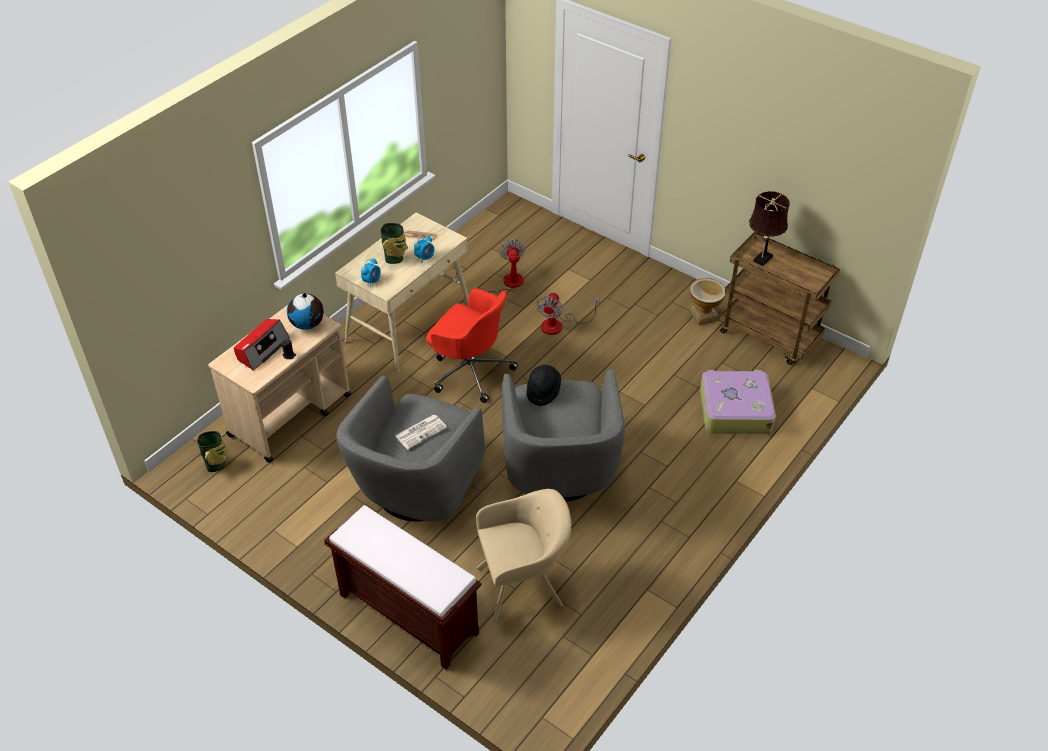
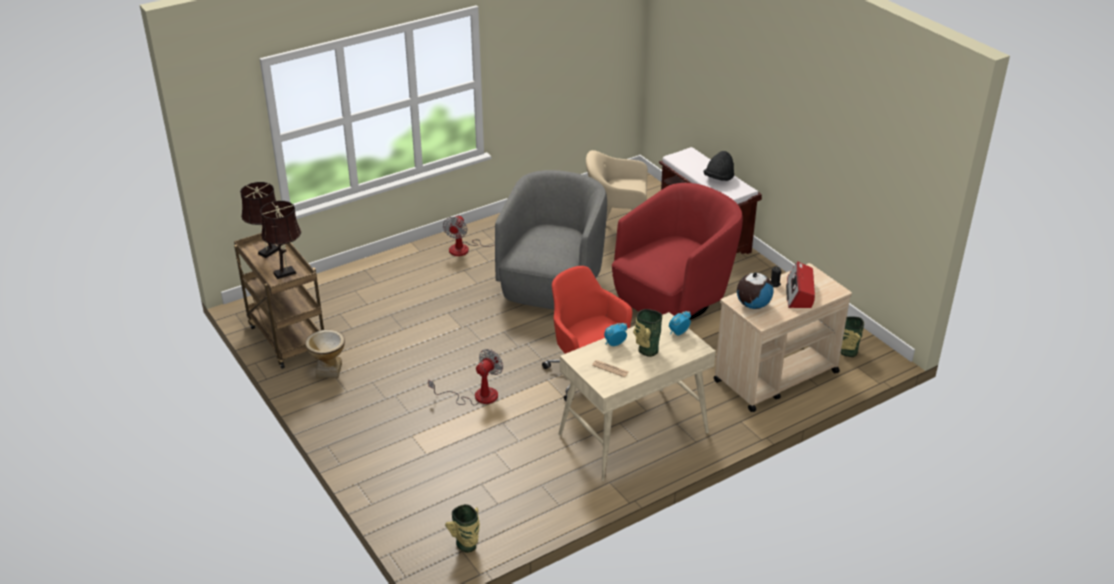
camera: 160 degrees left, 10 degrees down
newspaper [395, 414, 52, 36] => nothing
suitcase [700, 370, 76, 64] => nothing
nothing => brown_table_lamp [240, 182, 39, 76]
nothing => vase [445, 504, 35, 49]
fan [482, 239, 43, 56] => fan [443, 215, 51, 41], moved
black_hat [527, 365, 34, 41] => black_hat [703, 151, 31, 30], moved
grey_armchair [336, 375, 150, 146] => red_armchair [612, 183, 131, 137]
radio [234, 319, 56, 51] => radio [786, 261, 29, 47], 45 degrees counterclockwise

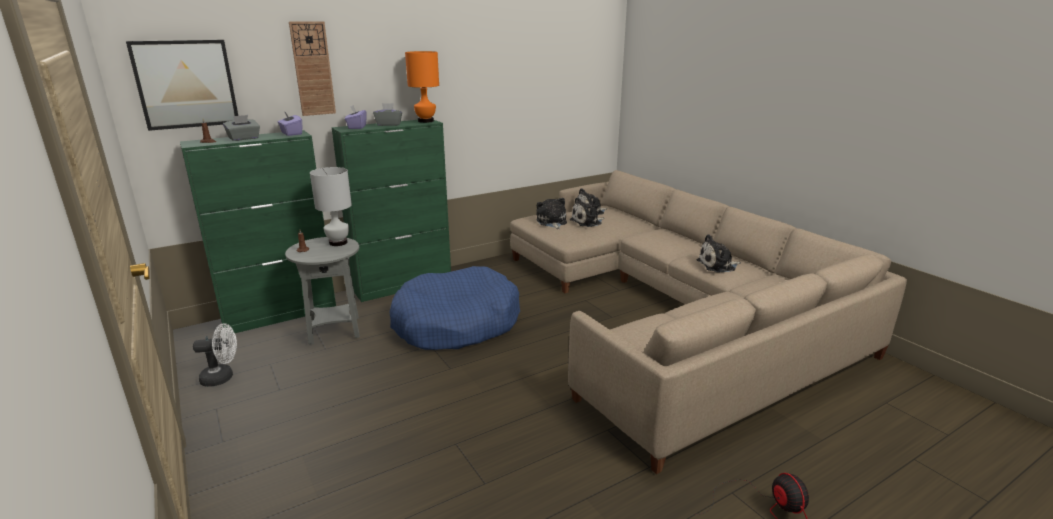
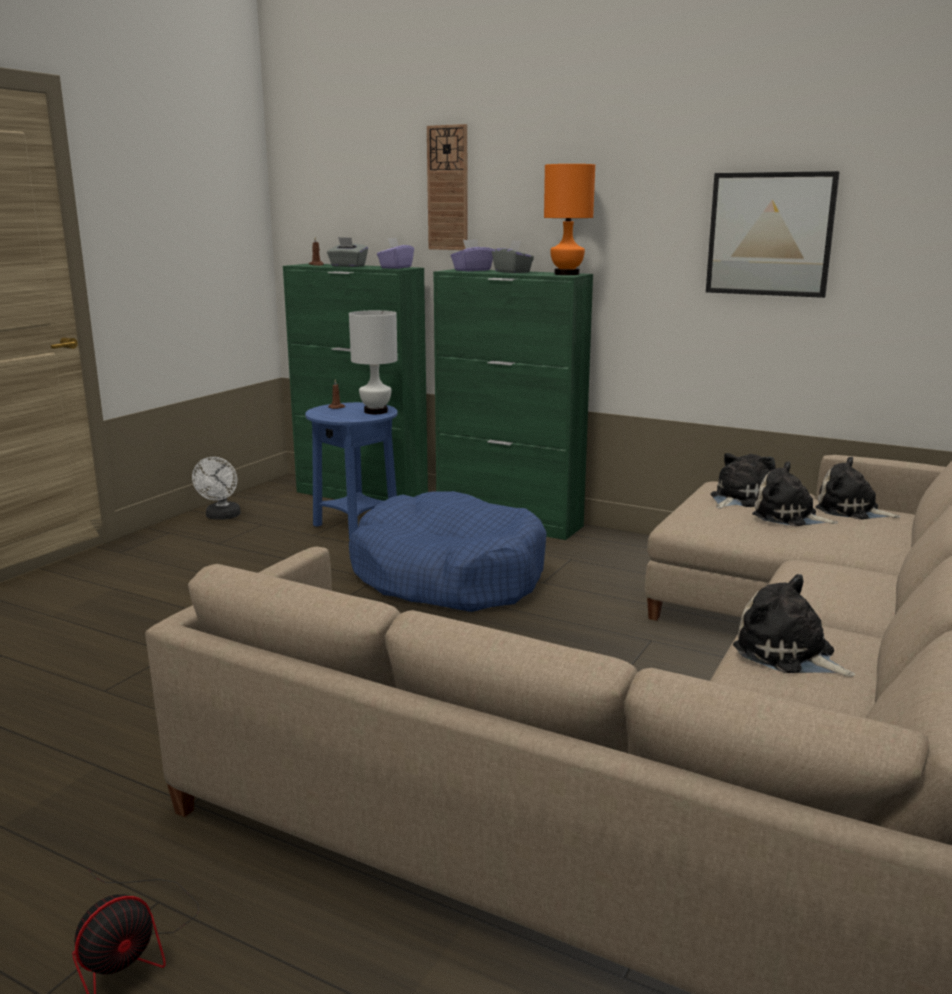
camera: 60 degrees right, 5 degrees down
picture [126, 40, 112, 91] => picture [706, 171, 134, 127], moved
grey_side_table [285, 237, 75, 108] => blue_side_table [305, 402, 93, 137]
white_fan [193, 324, 44, 63] => white_fan [192, 457, 49, 63], 45 degrees clockwise

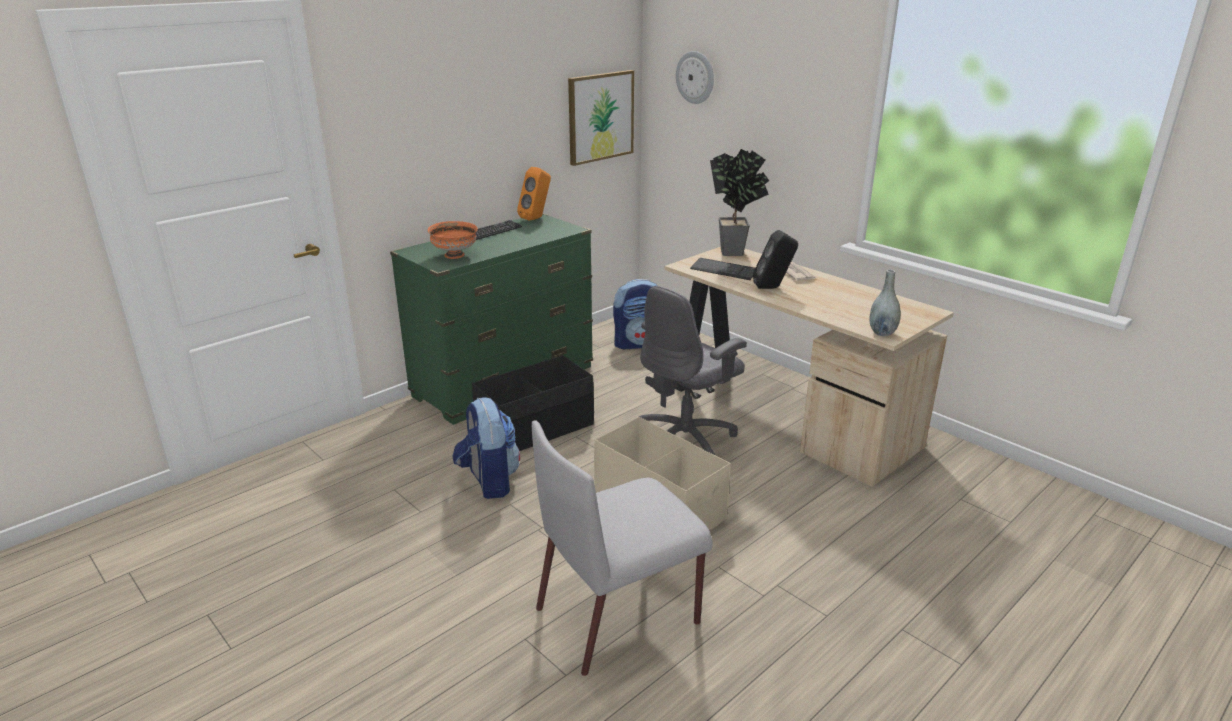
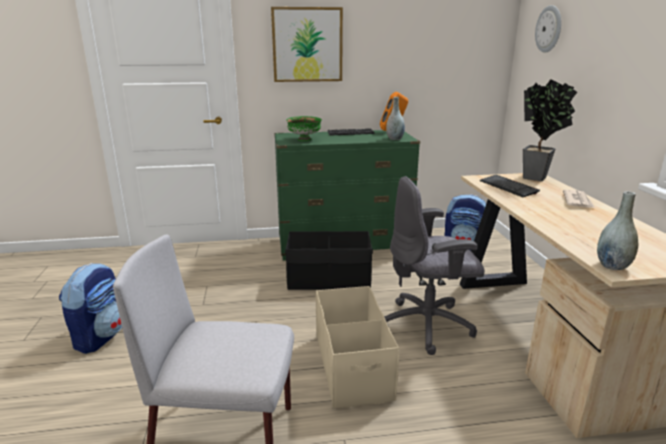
camera: 35 degrees right, 5 degrees down
black_speaker [753, 230, 45, 59] => nothing
nothing => grey_vase [386, 97, 19, 43]
backpack [452, 397, 68, 102] => backpack [59, 263, 63, 91], moved
picture [568, 70, 66, 96] => picture [271, 7, 72, 75], moved
orange_bowl [428, 221, 50, 38] => green_bowl [286, 116, 36, 25]

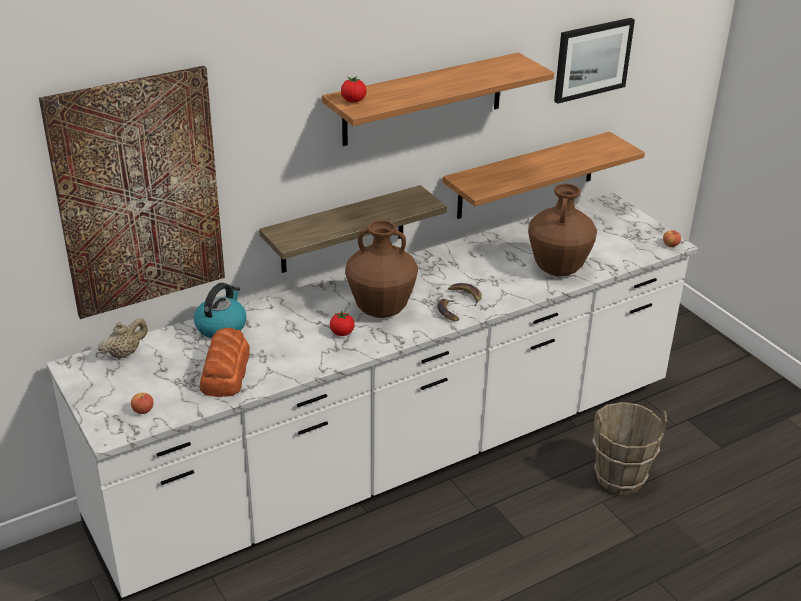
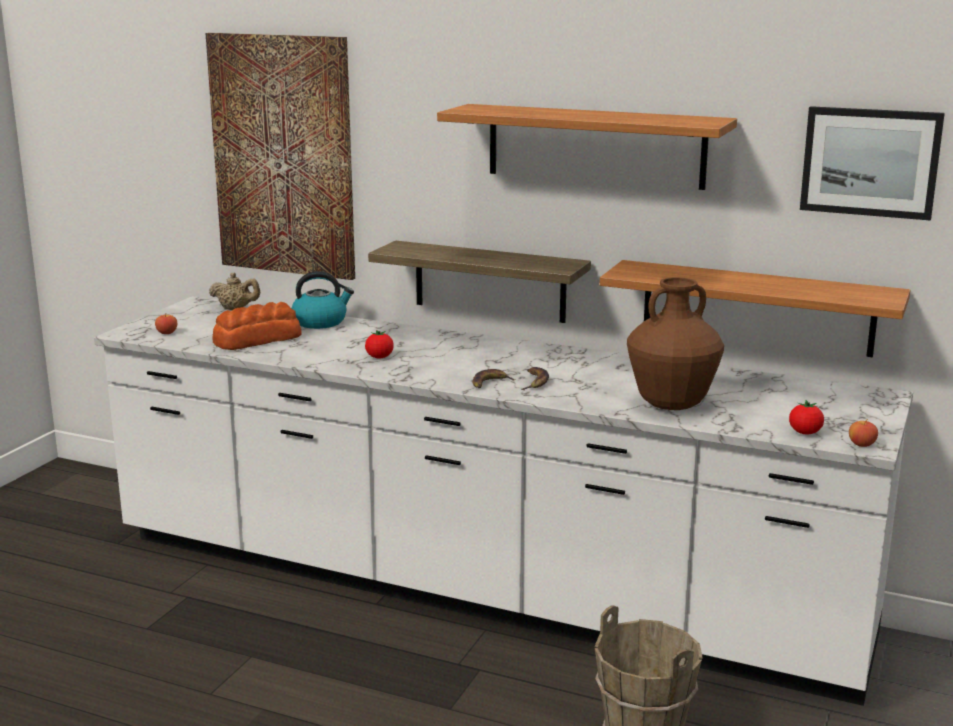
camera: 55 degrees right, 15 degrees down
brown_vase [345, 220, 73, 98] => nothing
tomato [341, 76, 26, 27] => tomato [789, 400, 35, 35], moved

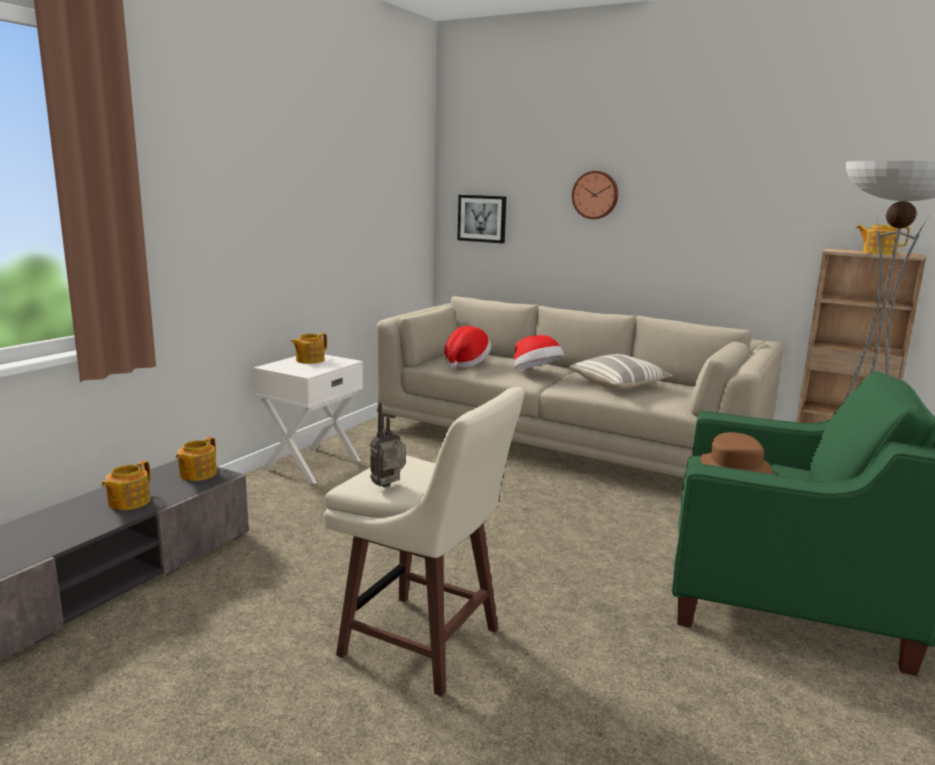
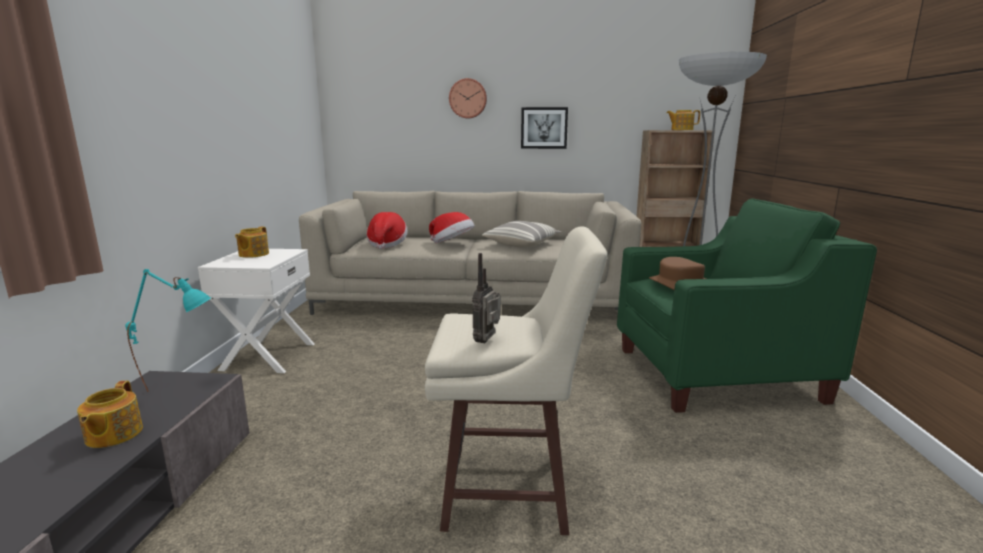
camera: 25 degrees left, 0 degrees up
picture [458, 195, 49, 48] => picture [521, 107, 47, 42], moved
teapot [176, 437, 41, 44] => turquoise_table_lamp [125, 269, 86, 123]

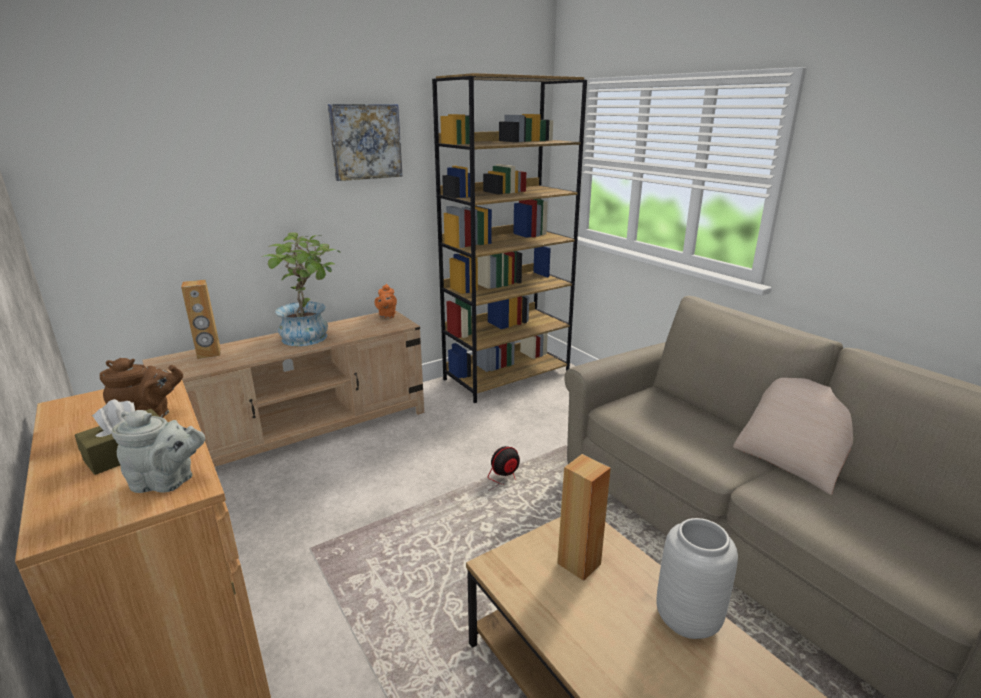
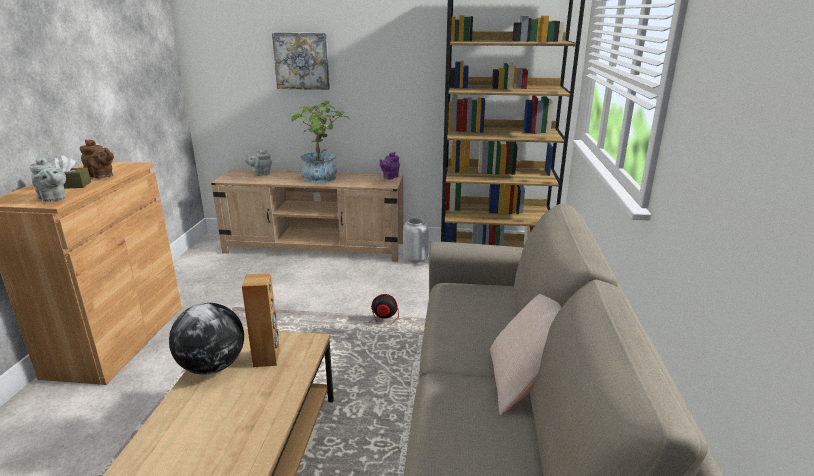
camera: 40 degrees right, 0 degrees up
nothing => globe [169, 303, 75, 71]
picture [328, 104, 74, 77] => picture [272, 33, 58, 57], moved
grey_vase [656, 518, 82, 121] => grey_vase [403, 218, 26, 46], moved
brown_speaker [181, 280, 40, 79] => grey_teapot [244, 150, 28, 26]
orange_teapot [375, 284, 22, 34] => purple_teapot [379, 152, 21, 27]

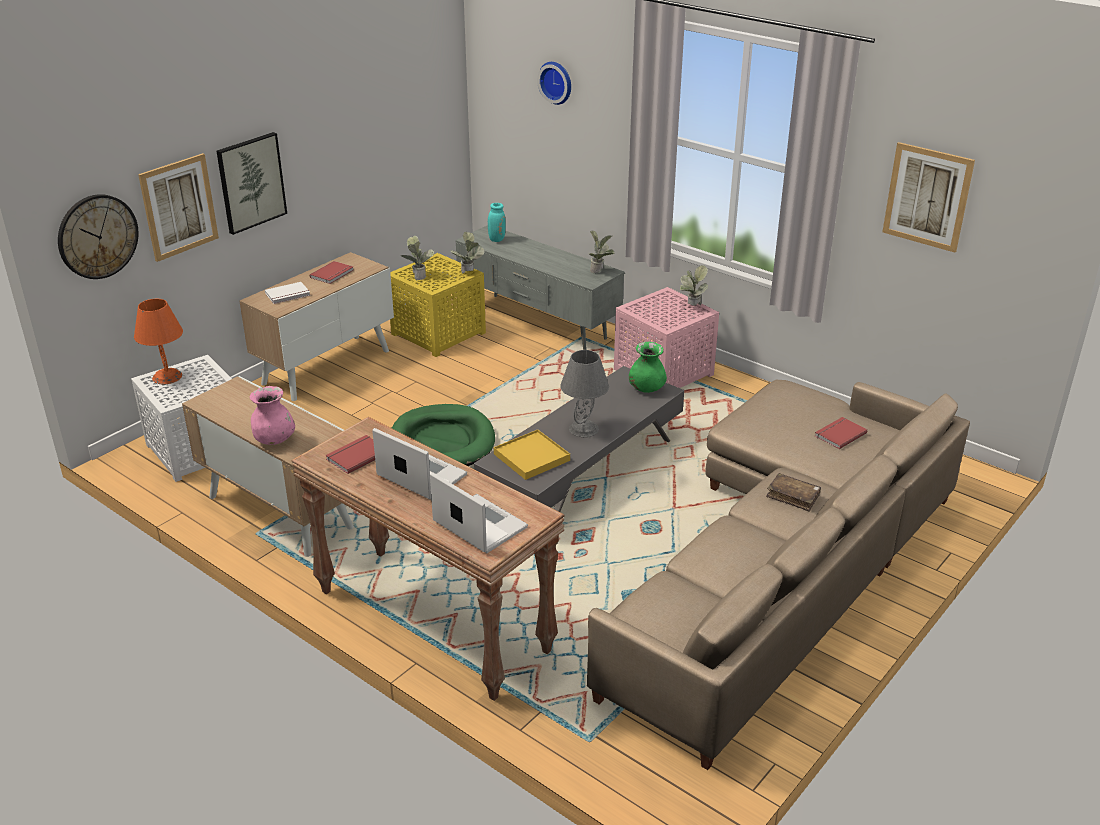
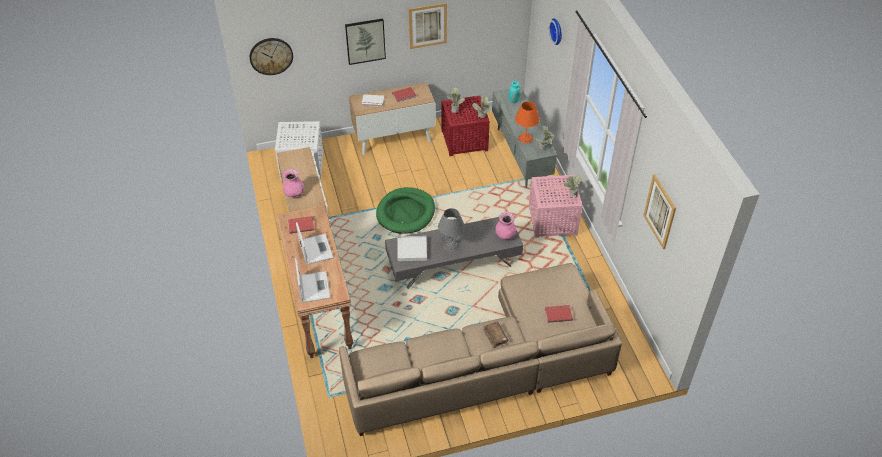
camera: 35 degrees right, 15 degrees up
orange_table_lamp [134, 299, 49, 85] => orange_table_lamp [515, 101, 25, 43], moved
picture [138, 153, 81, 109] => picture [409, 3, 38, 46], moved
yellow_side_table [390, 253, 96, 104] => red_side_table [442, 96, 48, 60]
yellow_tray [494, 429, 76, 51] => white_tray [397, 236, 30, 25]
green_vase [629, 342, 38, 51] => pink_vase [495, 212, 21, 28]

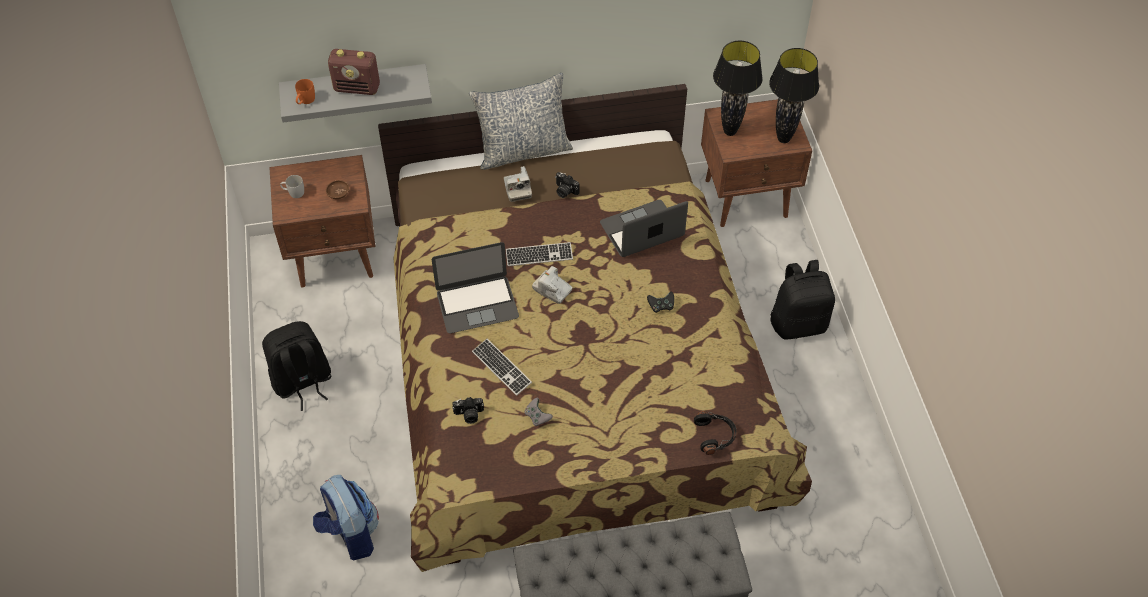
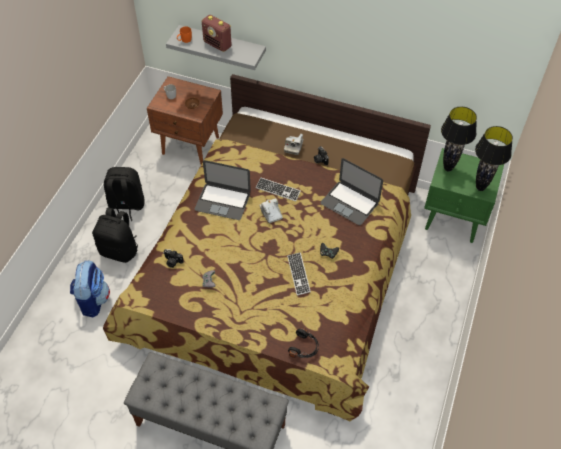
camera: 30 degrees right, 0 degrees up
pillow [469, 73, 104, 97] => nothing
keyboard [472, 338, 60, 58] => keyboard [287, 252, 24, 44], moved
black_backpack [770, 260, 65, 80] => black_backpack [92, 207, 46, 56], moved
brown_nightstand [701, 99, 111, 128] => green_nightstand [424, 148, 80, 95]
laptop [600, 200, 88, 57] => laptop [320, 158, 63, 67], 150 degrees counterclockwise

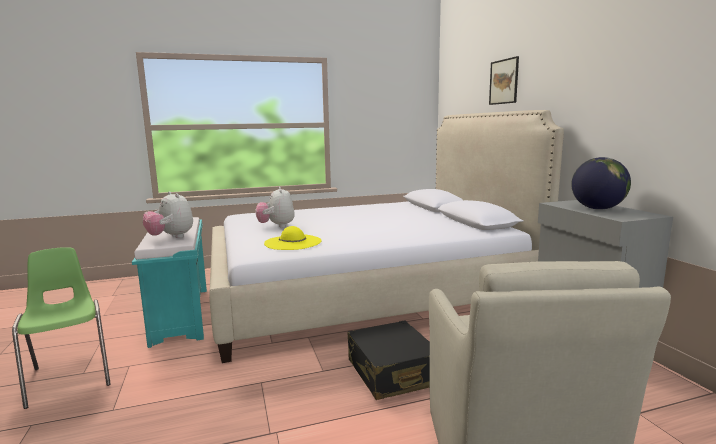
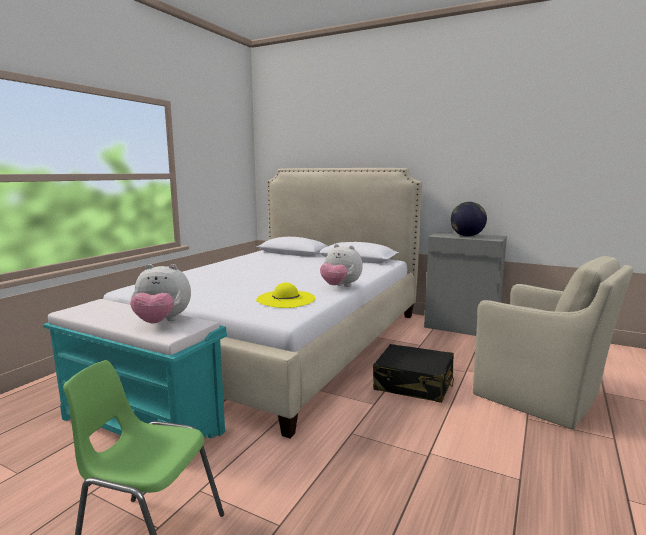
camera: 45 degrees left, 0 degrees up
picture [489, 56, 30, 49] => nothing
plush_toy [256, 187, 39, 41] => plush_toy [320, 244, 43, 43], moved

